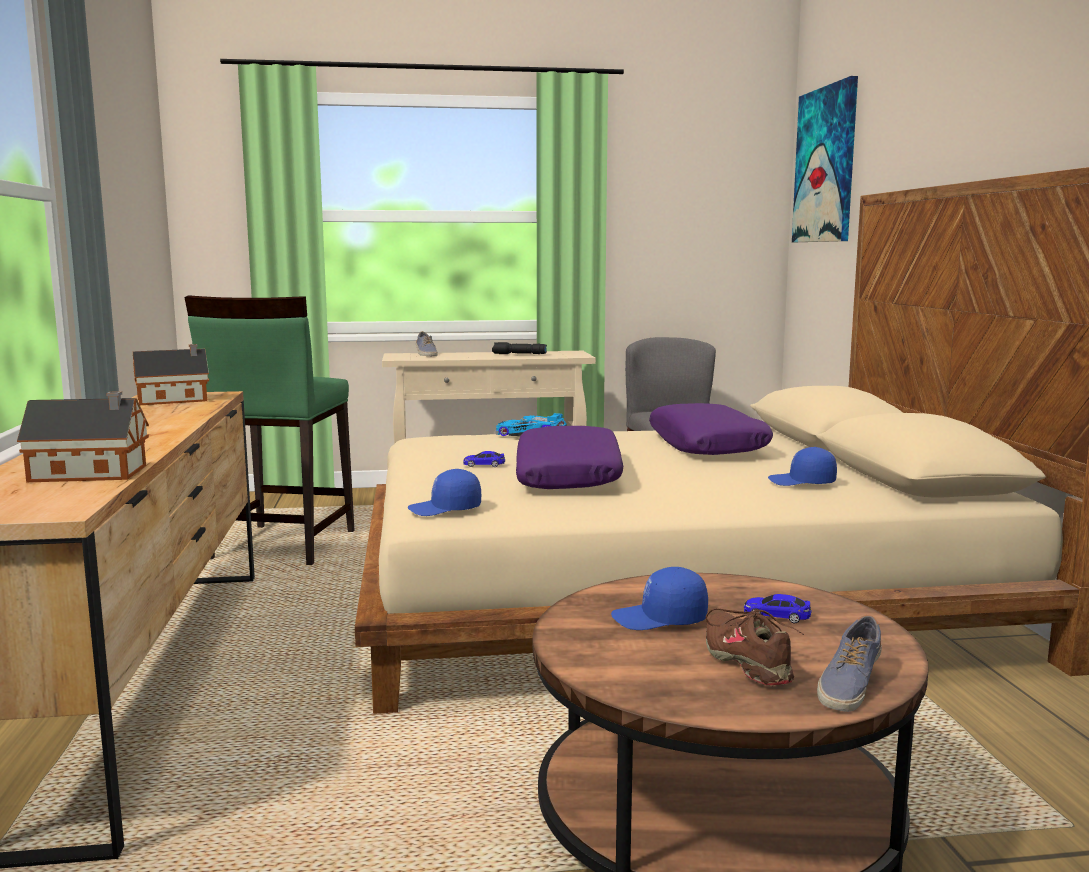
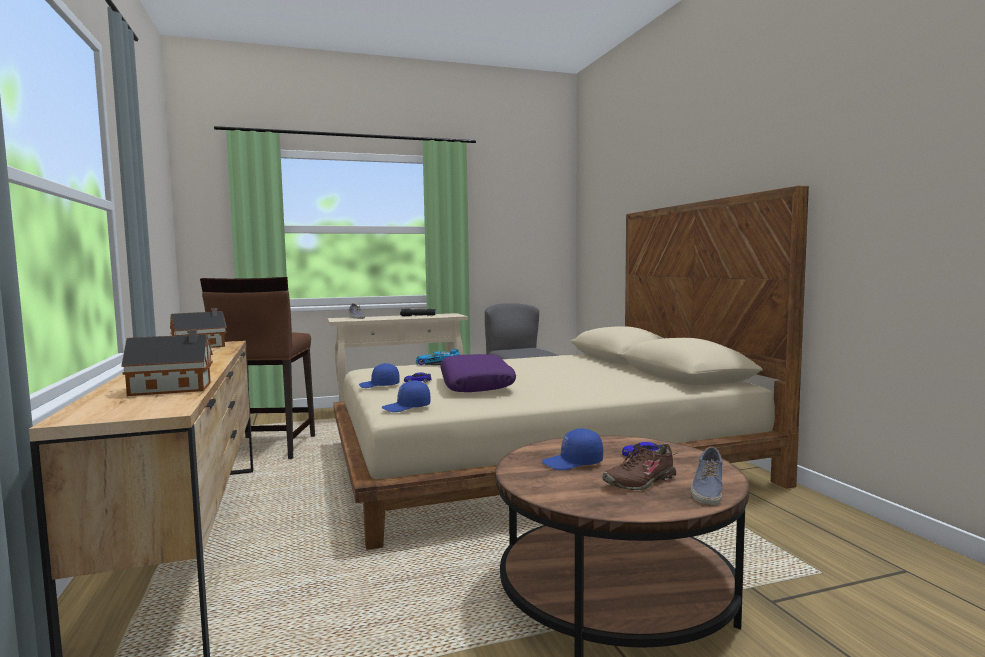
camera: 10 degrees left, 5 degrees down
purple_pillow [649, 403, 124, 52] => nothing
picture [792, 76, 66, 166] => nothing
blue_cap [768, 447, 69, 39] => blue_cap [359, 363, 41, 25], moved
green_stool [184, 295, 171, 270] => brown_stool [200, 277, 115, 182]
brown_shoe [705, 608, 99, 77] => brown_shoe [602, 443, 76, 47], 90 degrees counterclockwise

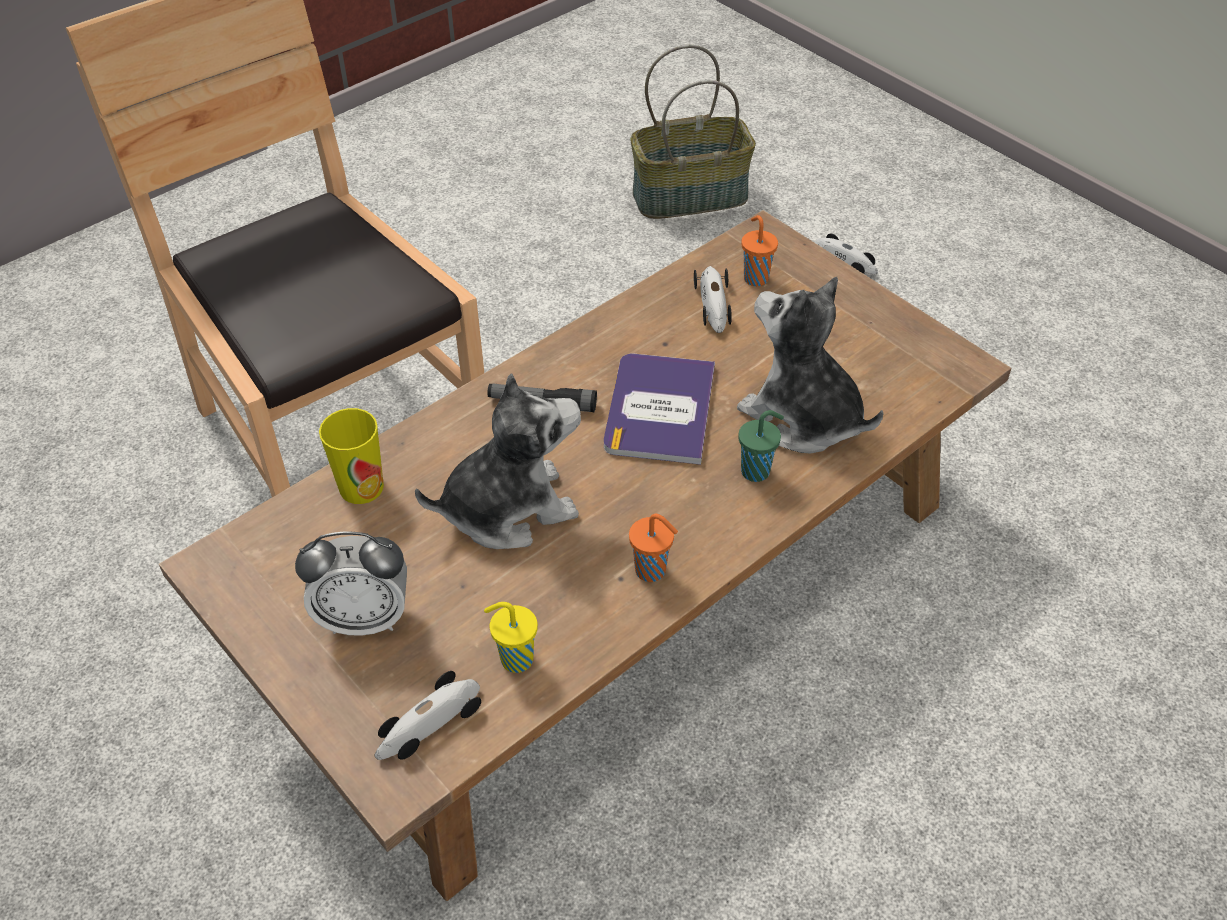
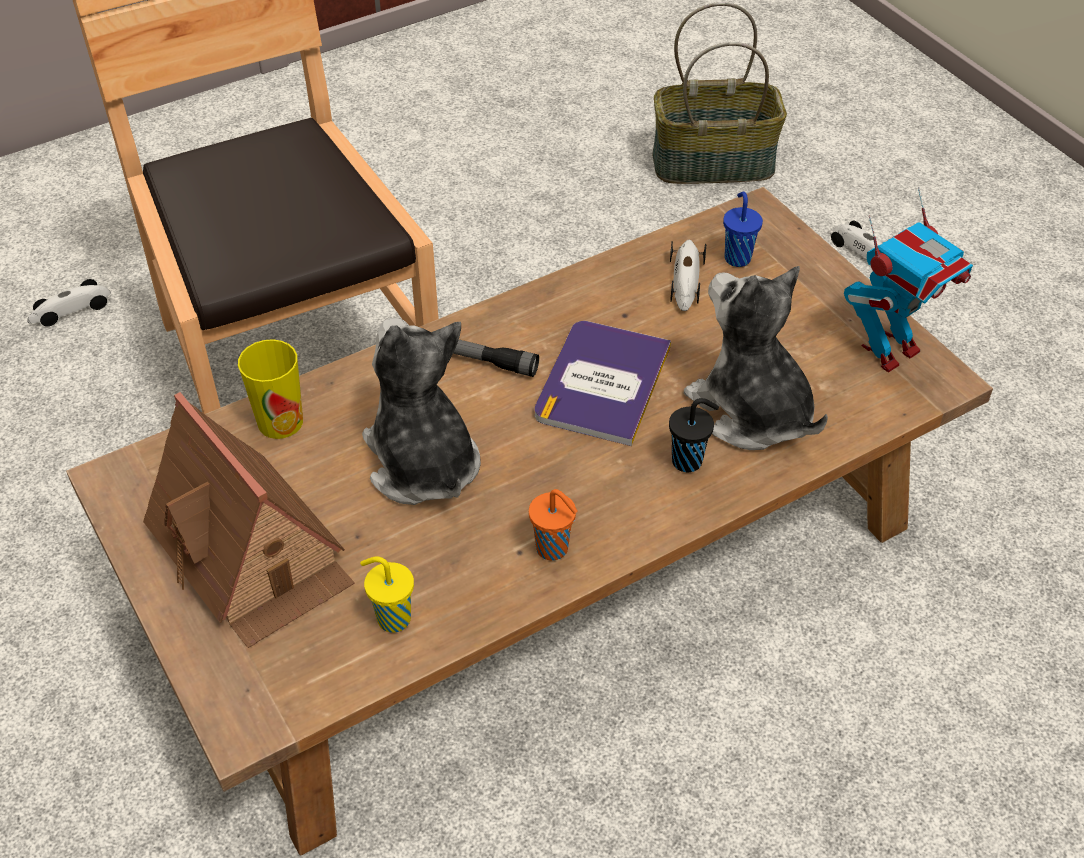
camera: 10 degrees right, 0 degrees up
nothing => toy_robot [844, 187, 129, 185]
toy_car [375, 671, 106, 89] => toy_car [27, 279, 84, 47], moved
alarm_clock [295, 532, 112, 104] => toy_house [143, 392, 212, 256]
green_cup [738, 410, 46, 72] => black_cup [669, 398, 50, 75]
orange_cup [741, 215, 37, 71] => blue_cup [723, 192, 40, 75]
plush_toy [415, 373, 166, 176] => plush_toy [362, 318, 119, 187], 105 degrees counterclockwise

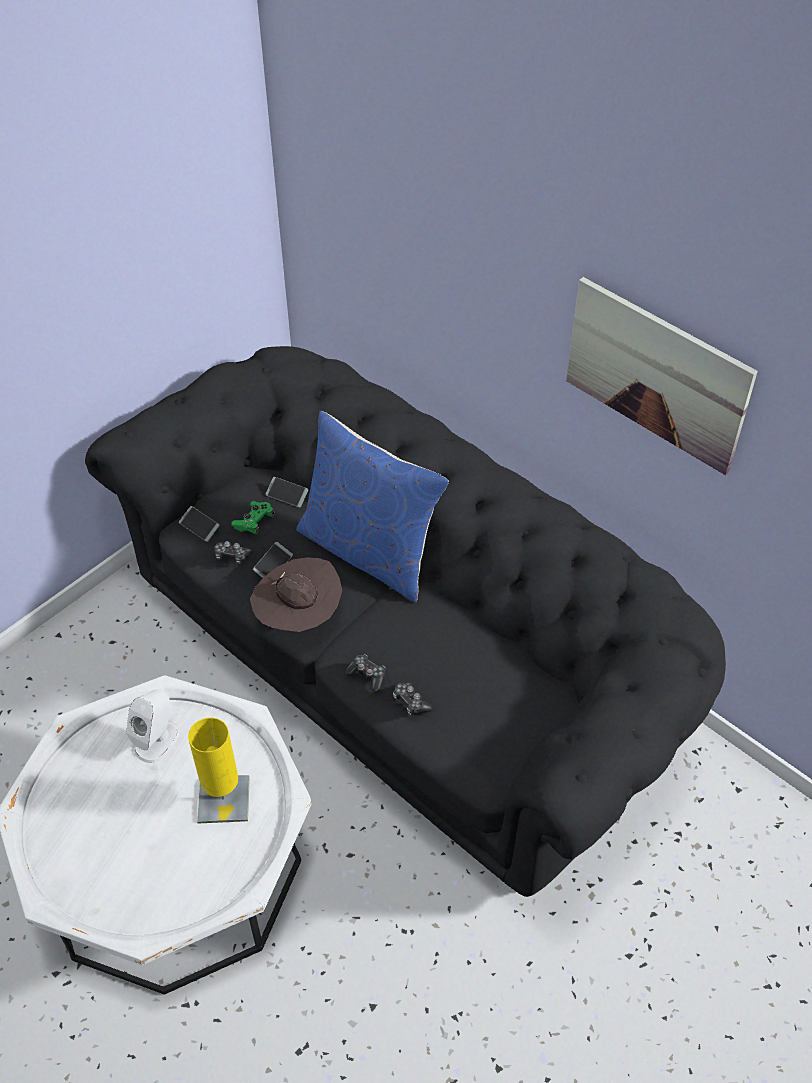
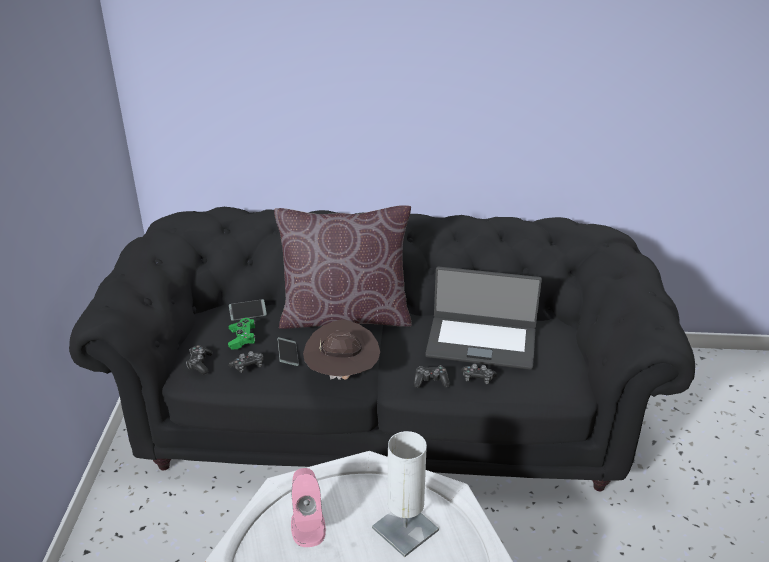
camera: 40 degrees left, 15 degrees down
picture [566, 277, 192, 198] => nothing
nothing => laptop [425, 266, 117, 104]
phone [179, 506, 41, 36] => game_controller [186, 345, 27, 29]
white_speaker [126, 689, 53, 74] => pink_speaker [291, 468, 35, 79]
yellow_table_lamp [188, 718, 62, 105] => white_table_lamp [372, 431, 67, 126]
blue_pillow [296, 411, 153, 191] => brown_pillow [274, 205, 138, 124]

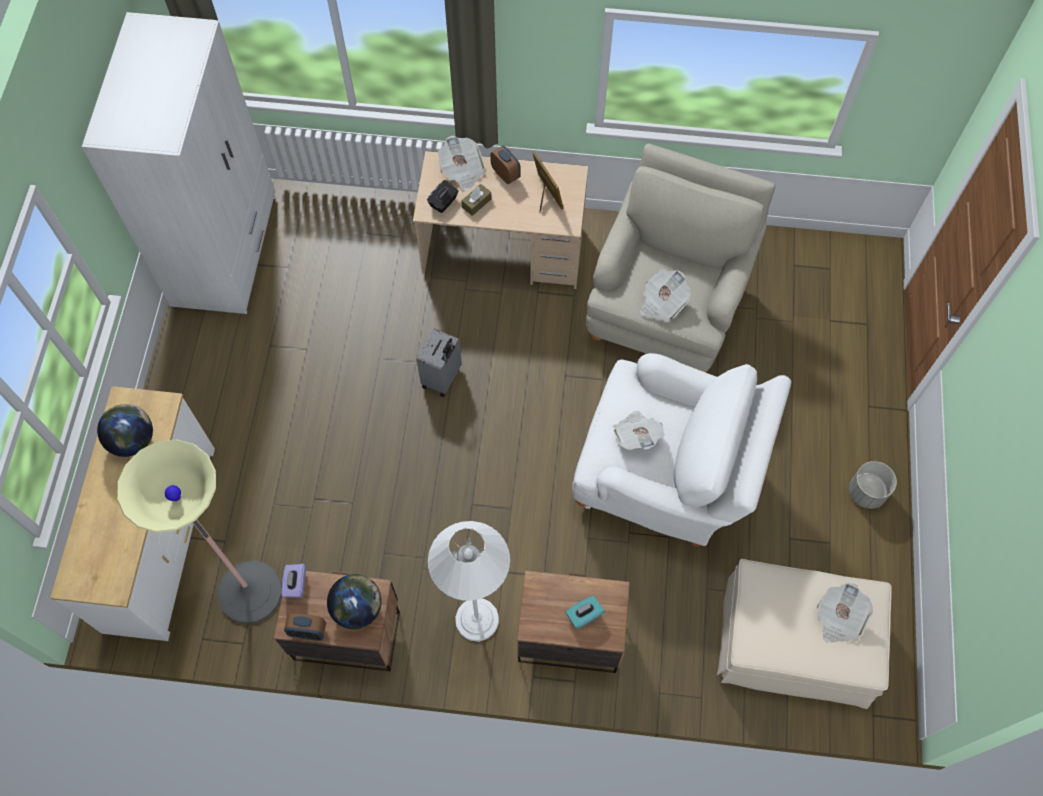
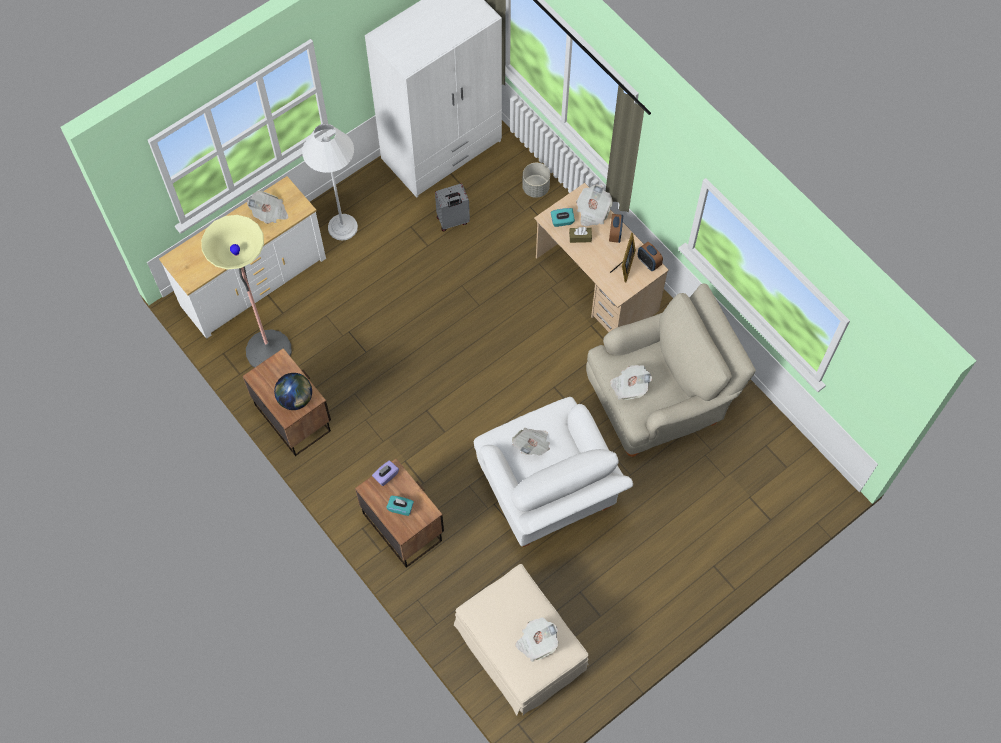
camera: 45 degrees right, 0 degrees up
purple_tissue_box [282, 564, 24, 34] => purple_tissue_box [372, 461, 27, 25], moved
alarm_clock [284, 613, 42, 28] => alarm_clock [638, 242, 25, 29], moved
grey_suitcase [416, 328, 46, 69] => grey_suitcase [435, 184, 35, 47], moved
white_floor_lamp [428, 521, 82, 121] => white_floor_lamp [302, 124, 56, 117], moved
grey_planter [849, 461, 48, 48] => grey_planter [522, 163, 28, 35], moved
globe [97, 404, 56, 53] => newspaper [247, 191, 41, 33]
black_tissue_box [427, 180, 31, 33] => turquoise_tissue_box [550, 208, 25, 19]

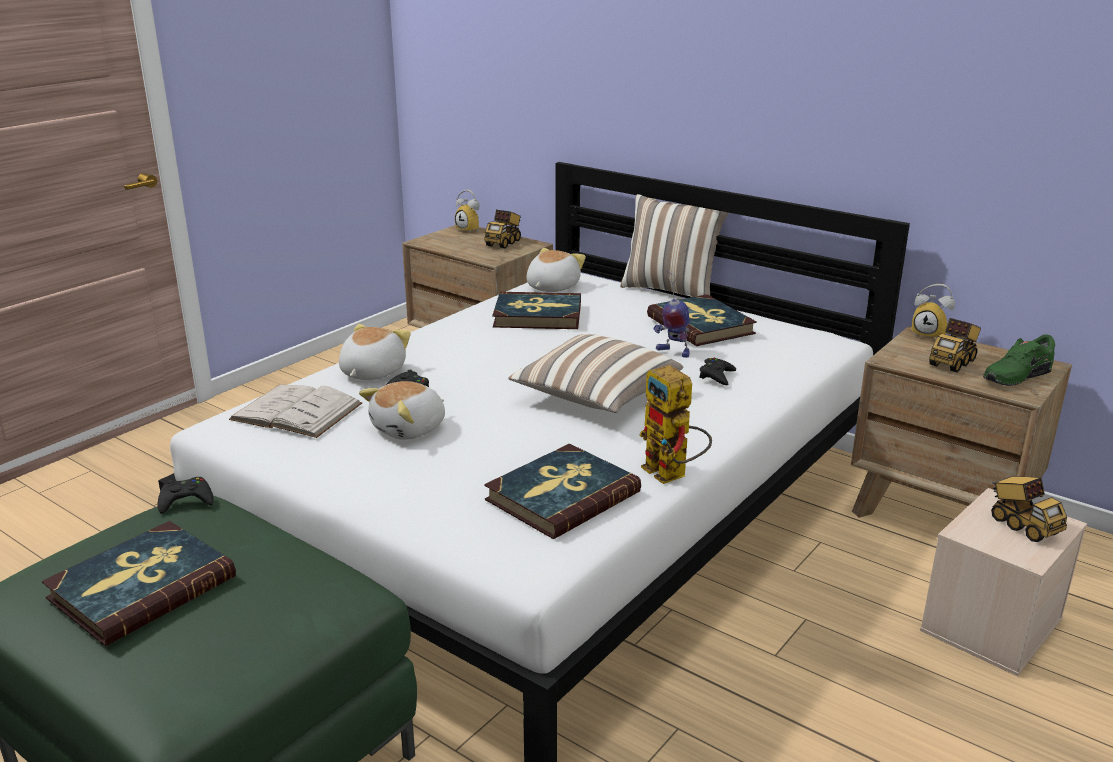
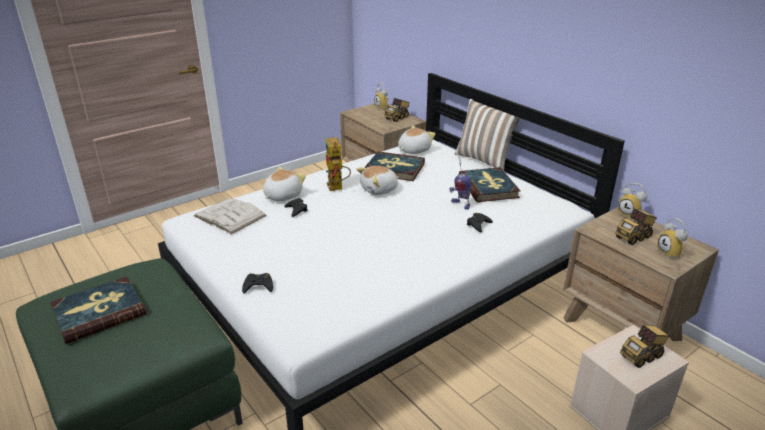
camera: 15 degrees right, 5 degrees up
book [484, 444, 157, 95] => nothing
pillow [508, 334, 176, 79] => nothing
black_game_controller [157, 477, 57, 37] => black_game_controller [242, 273, 31, 20], moved
plush_toy [359, 381, 86, 59] => plush_toy [356, 166, 43, 29], moved
toy_robot [639, 365, 73, 119] => toy_robot [325, 137, 26, 54], moved
green_shoe [983, 334, 72, 52] => alarm_clock [657, 218, 31, 41]
toy_truck [991, 476, 76, 66] => toy_truck [620, 325, 49, 43], 75 degrees clockwise

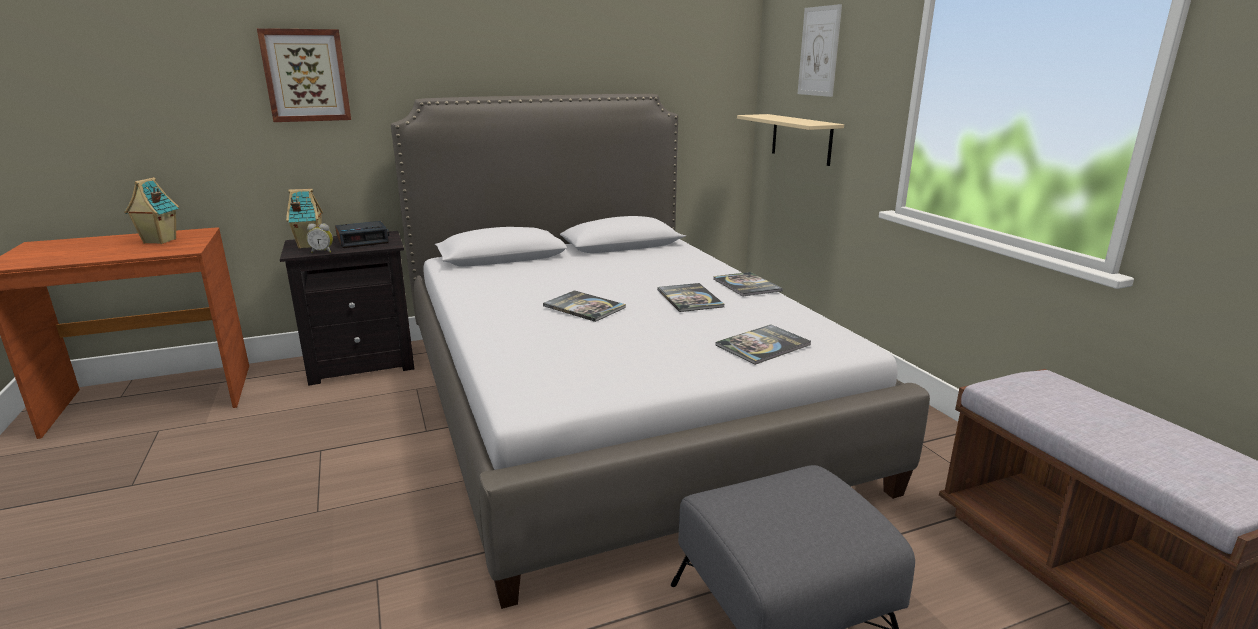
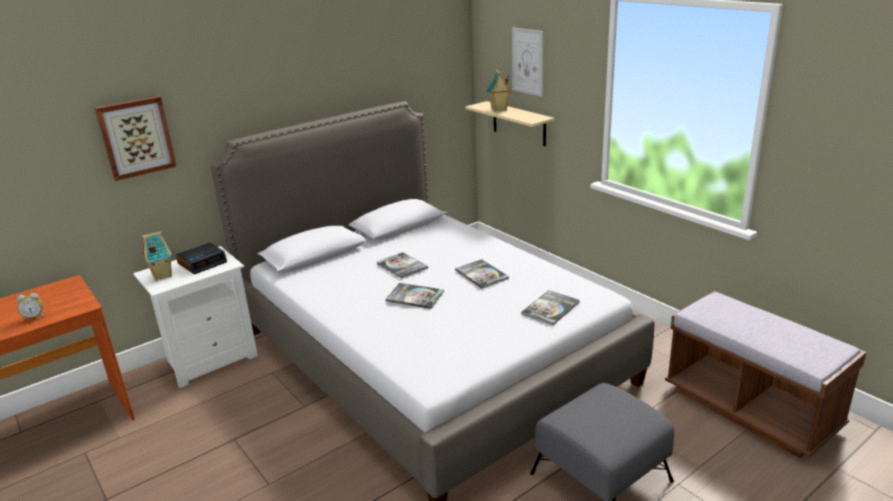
camera: 15 degrees left, 5 degrees up
toy_house [124, 177, 55, 67] => toy_house [486, 70, 26, 42], moved
alarm_clock [306, 223, 27, 30] => alarm_clock [17, 293, 27, 28], moved
book [713, 272, 70, 24] => book [377, 252, 51, 26], moved
black_nightstand [280, 231, 134, 155] => white_nightstand [133, 246, 125, 142]

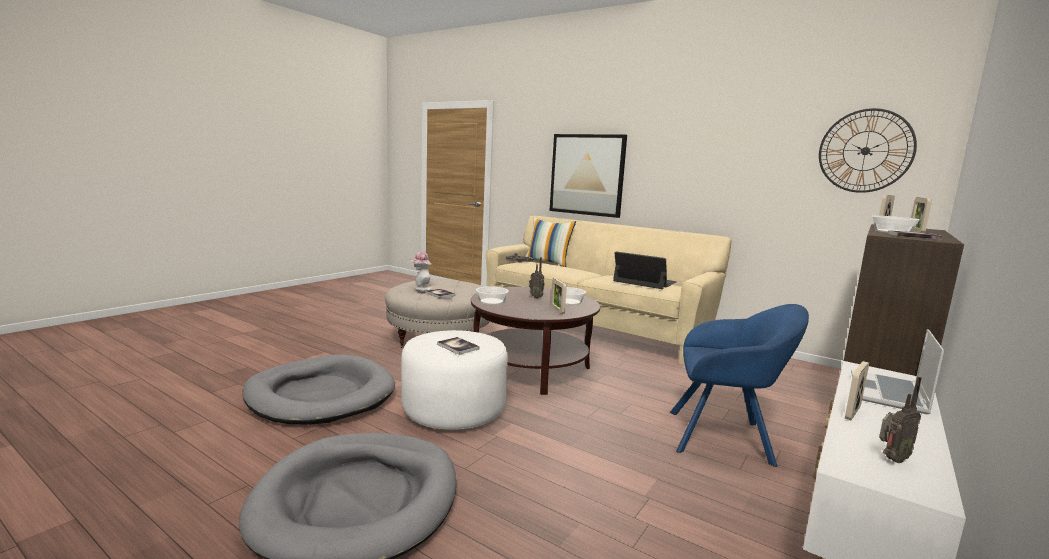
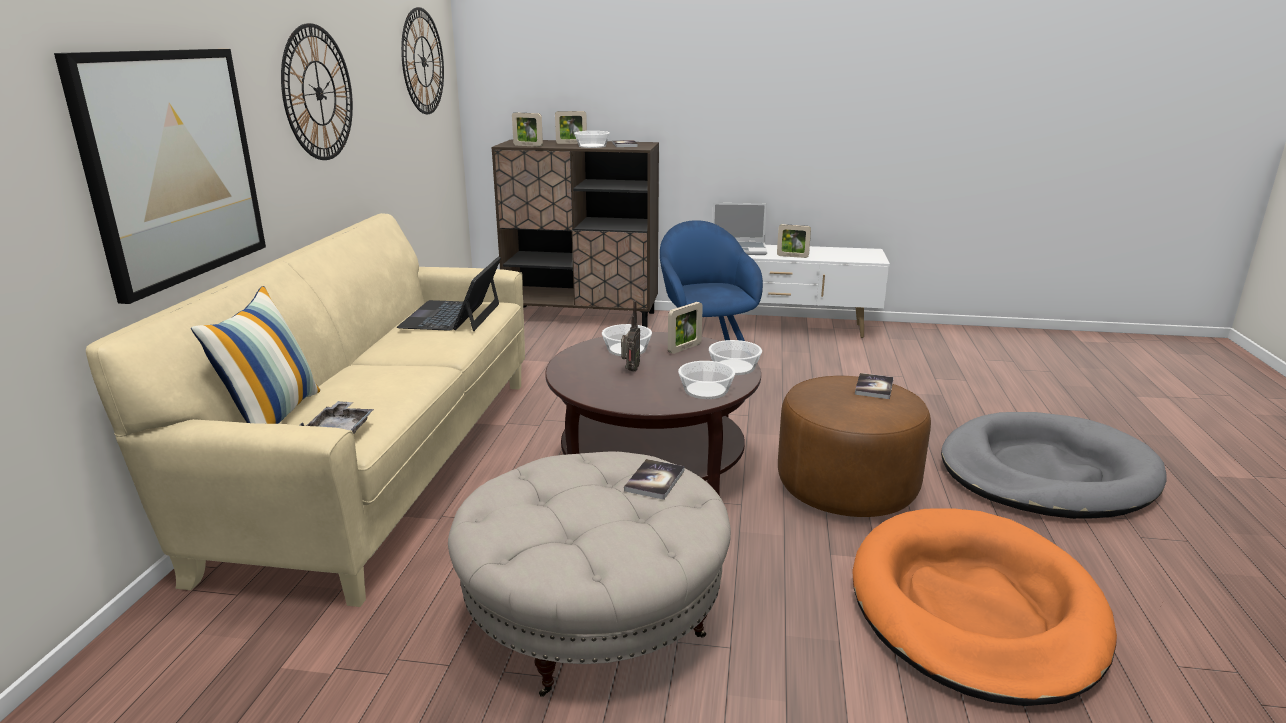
camera: 115 degrees left, 10 degrees up
hat [410, 252, 22, 39] => nothing
radio [879, 377, 42, 86] => nothing
nothing => wall_clock [281, 23, 72, 137]
nothing => bowl [709, 340, 53, 35]
grey_dog_bed [243, 354, 152, 71] => orange_dog_bed [852, 508, 265, 198]
white_ottoman [401, 330, 107, 100] => brown_ottoman [778, 376, 153, 141]

